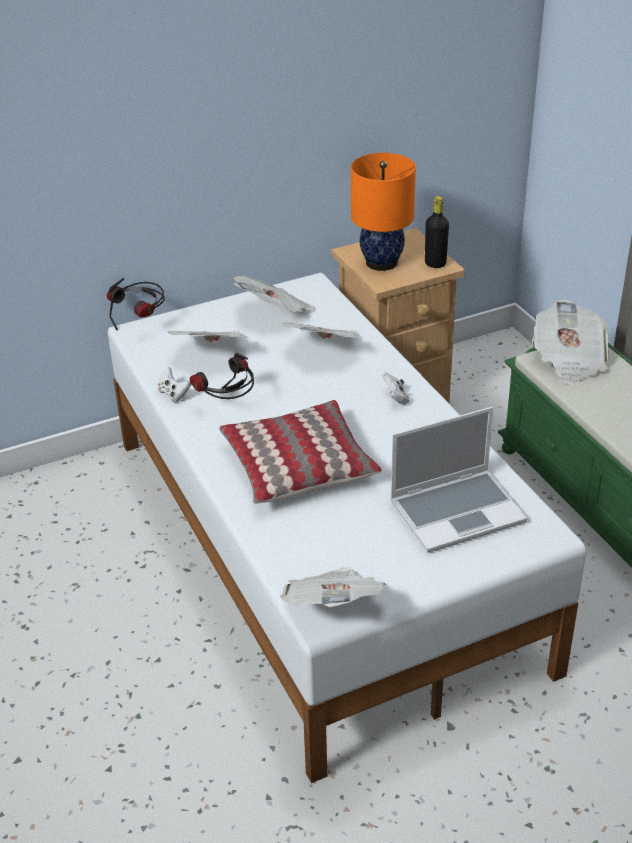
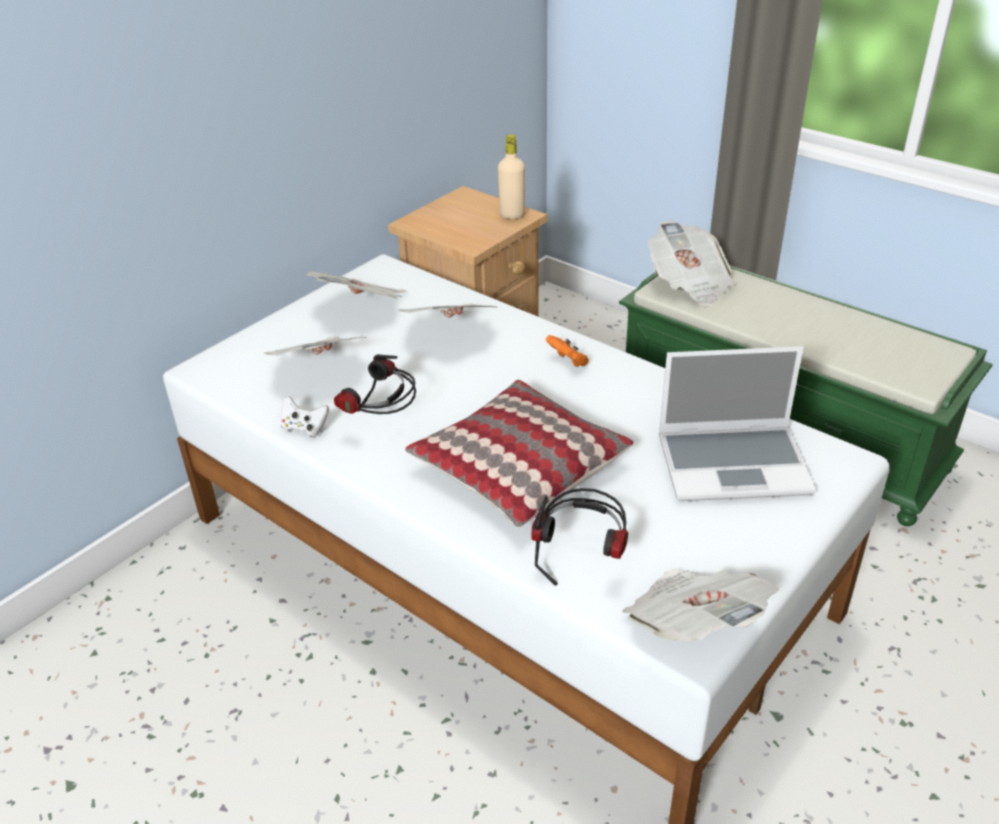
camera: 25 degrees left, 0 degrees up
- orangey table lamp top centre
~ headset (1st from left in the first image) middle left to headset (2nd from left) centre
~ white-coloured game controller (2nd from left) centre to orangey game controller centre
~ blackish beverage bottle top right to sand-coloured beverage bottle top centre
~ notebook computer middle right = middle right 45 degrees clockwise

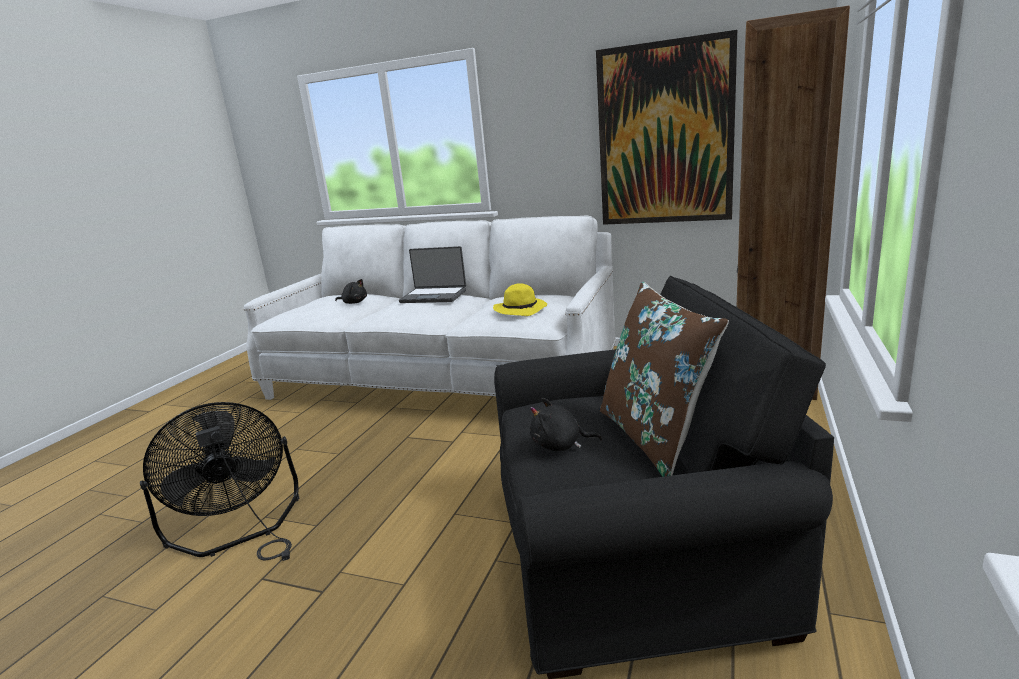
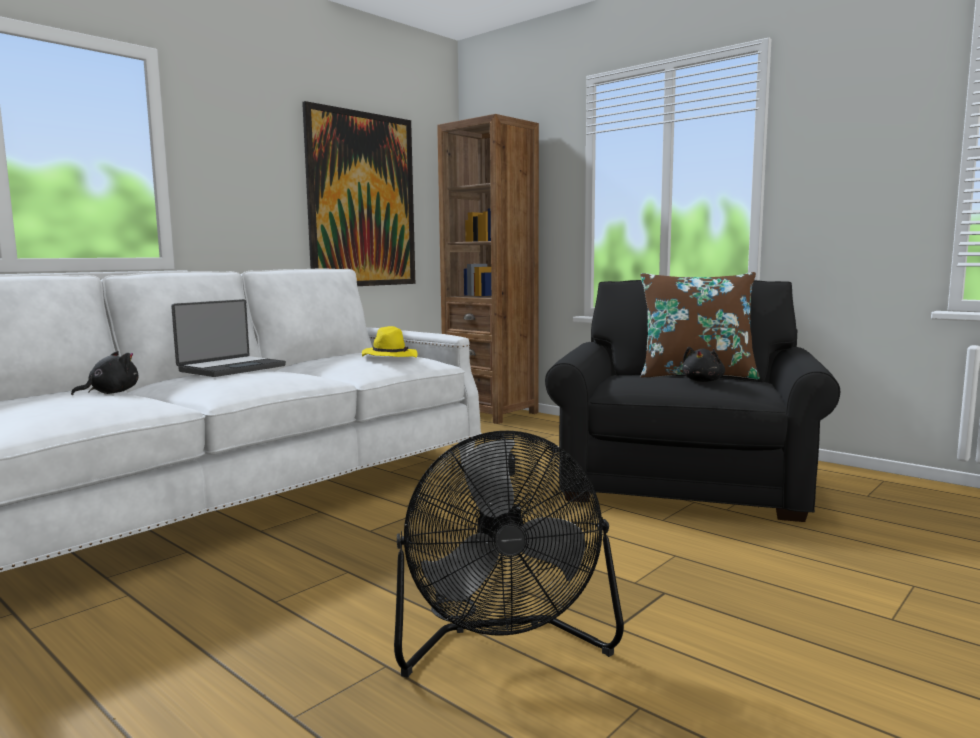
camera: 70 degrees left, 10 degrees down
~ blackish cooling fan bottom left = bottom centre 90 degrees counterclockwise

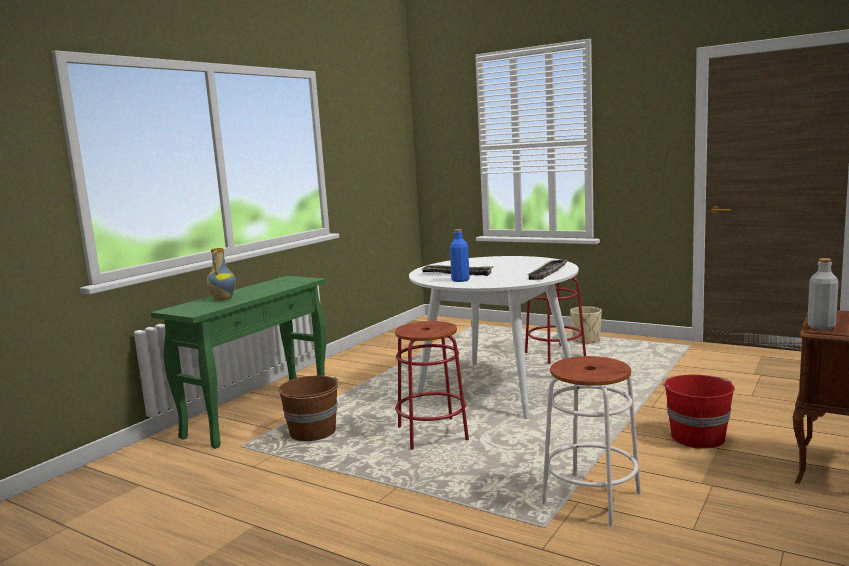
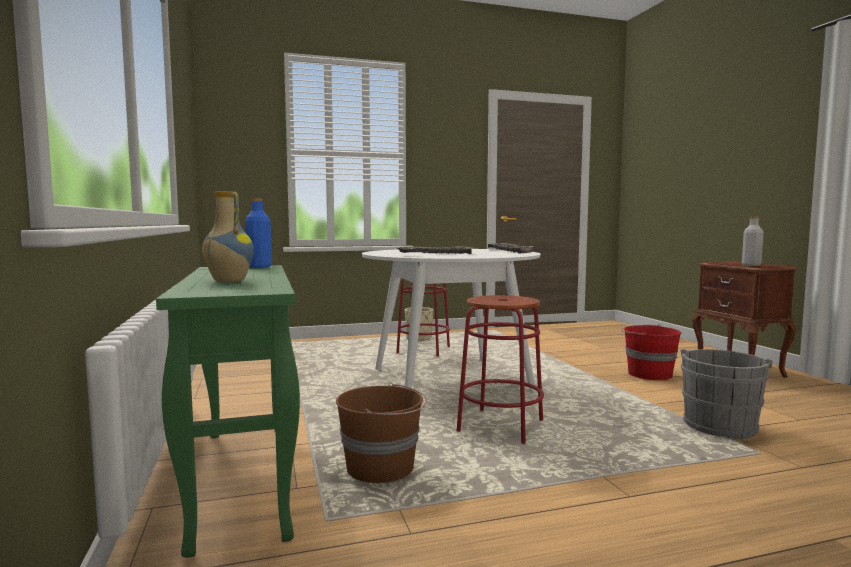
camera: 50 degrees left, 5 degrees down
~ bluish beverage bottle centre to middle left
~ white-coloured stool seat bottom right to grey bucket bottom right

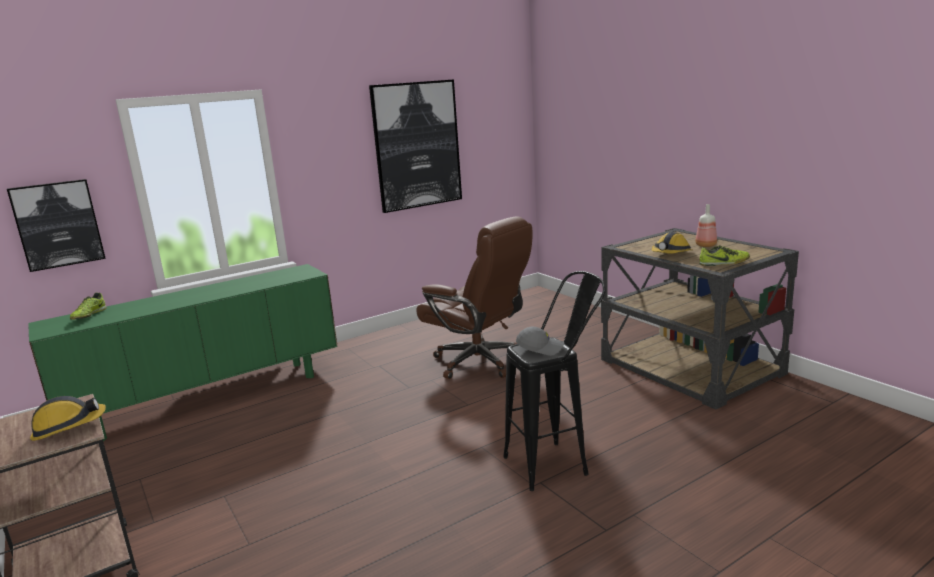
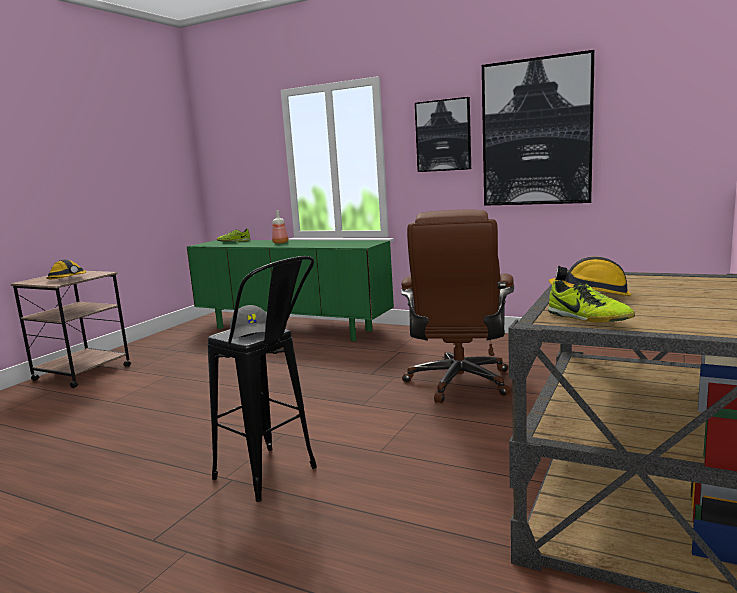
camera: 60 degrees right, 5 degrees down
~ wall picture (1st from left) middle left to top centre
~ beverage bottle middle right to centre

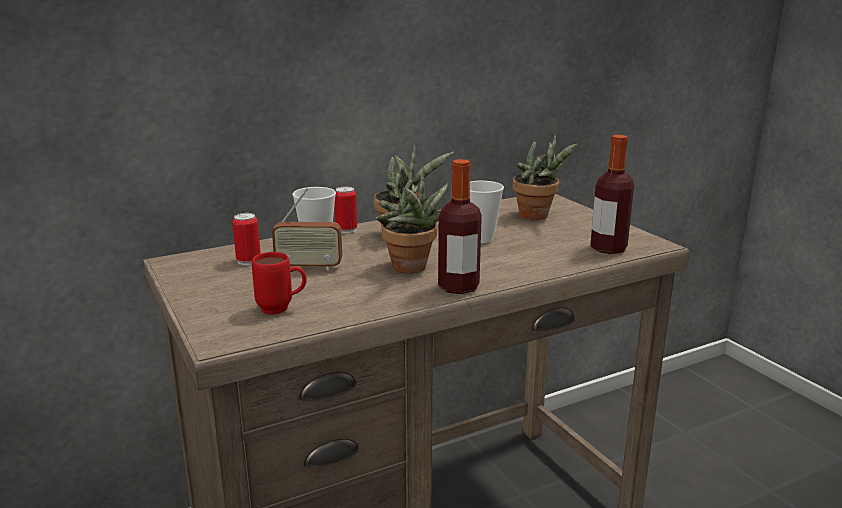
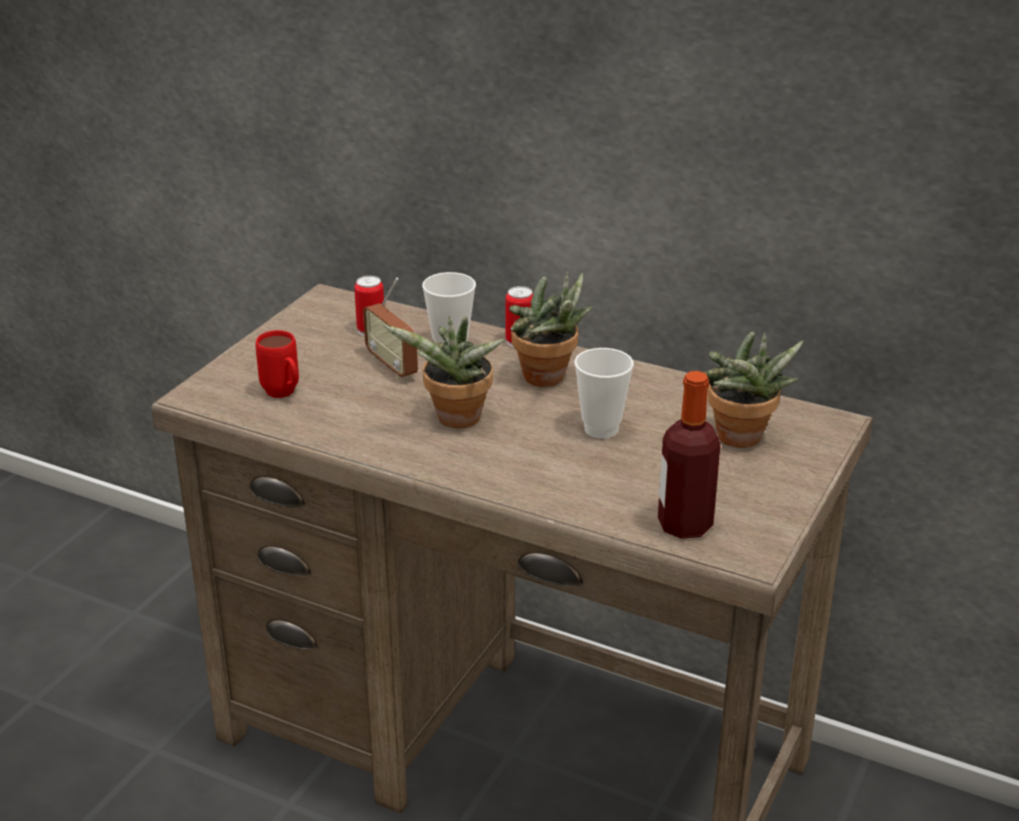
camera: 55 degrees right, 10 degrees up
- beverage bottle (1st from left) centre

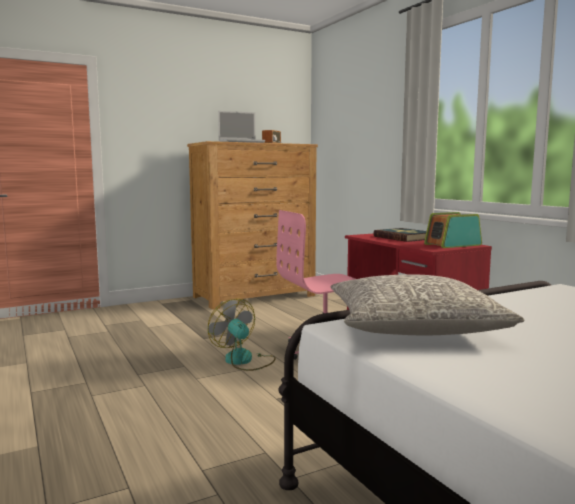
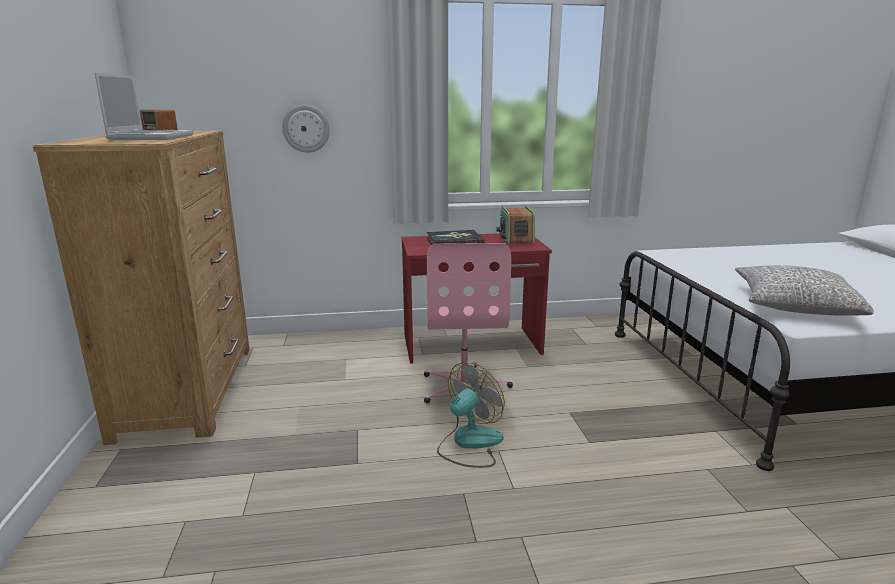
camera: 70 degrees left, 10 degrees up
+ hanging clock top centre
~ cooling fan centre = bottom centre 150 degrees clockwise

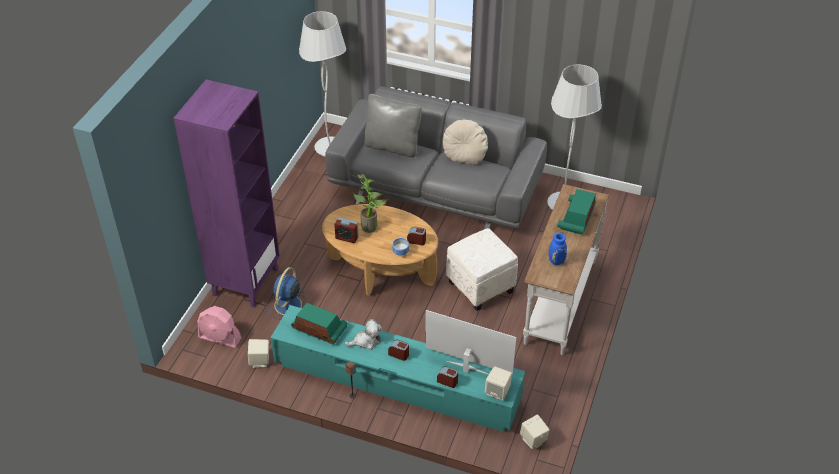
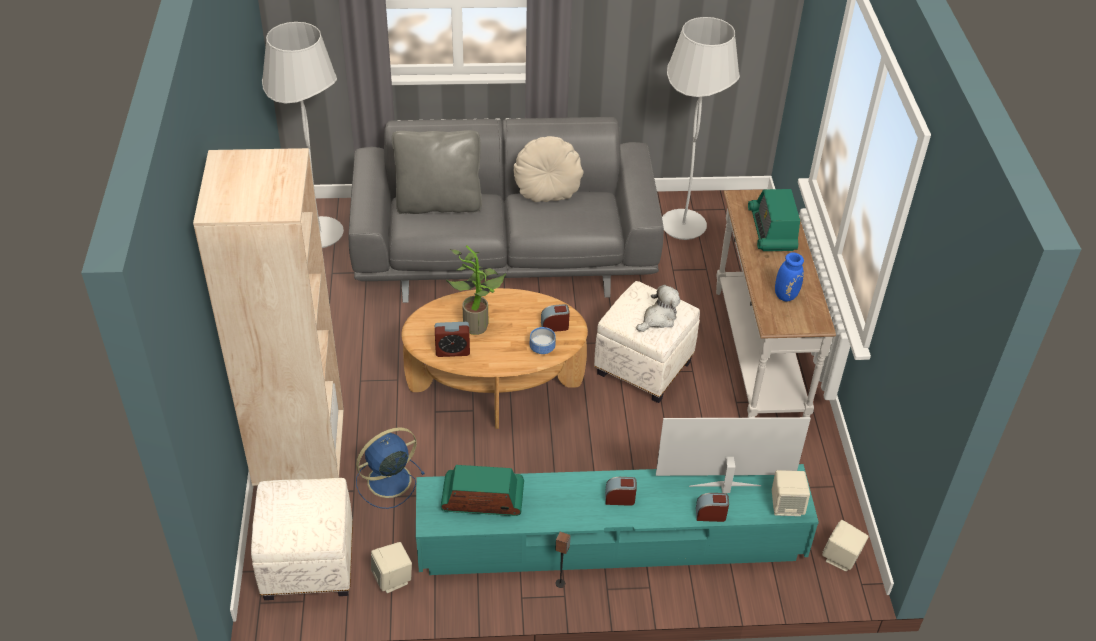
camera: 25 degrees left, 0 degrees up
~ soft toy bottom centre to centre
~ pinkish cooling fan bottom left to white-coloured ottoman (1st from left) bottom left
~ purple-coloured shelving unit middle left to sand-coloured shelving unit middle left
~ bluish cooling fan centre = bottom centre 60 degrees clockwise

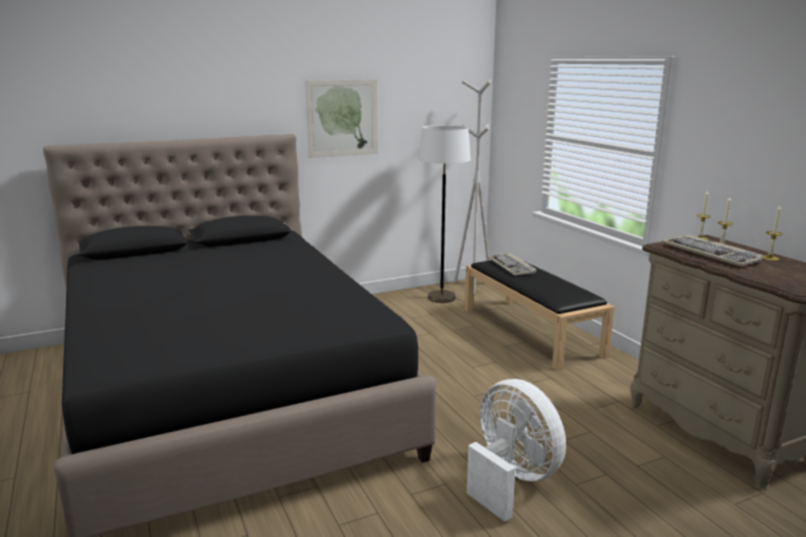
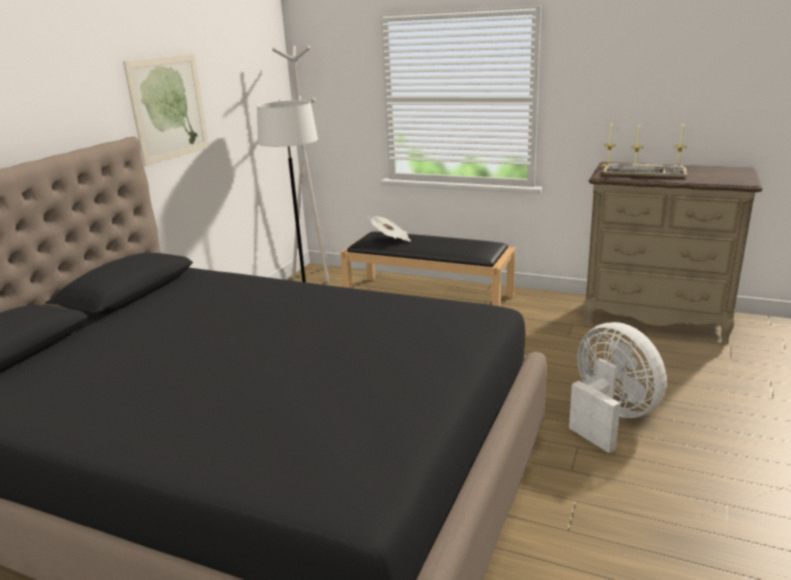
camera: 40 degrees left, 5 degrees up
~ PC keyboard (1st from left) centre to newspaper centre
~ white-coloured cooling fan bottom centre = bottom right 45 degrees clockwise

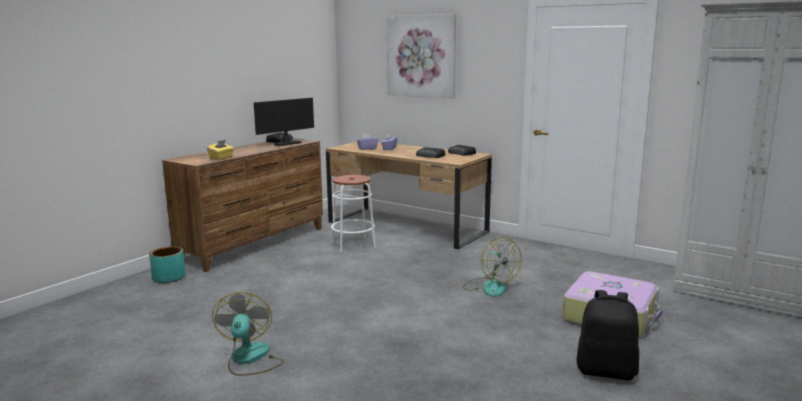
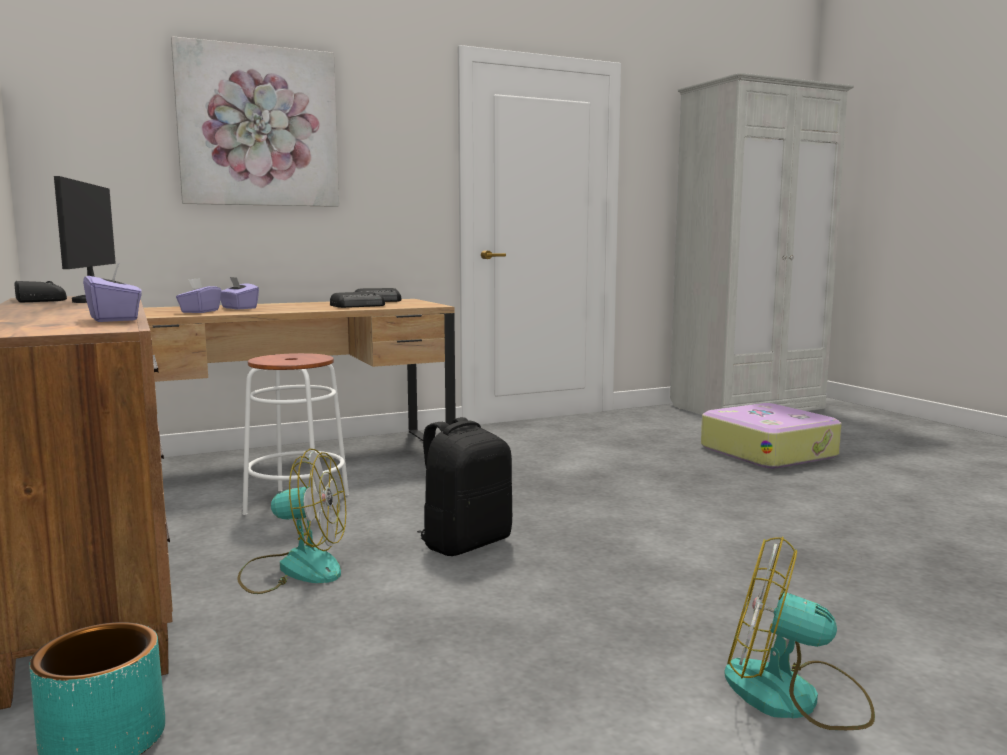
camera: 60 degrees left, 5 degrees down
~ cooling fan (2nd from left in the first image) centre to cooling fan (1st from left) bottom left
~ blackish backpack bottom right to centre
~ yellow-coloured box of tissues middle left to purple-coloured box of tissues (1st from left) middle left

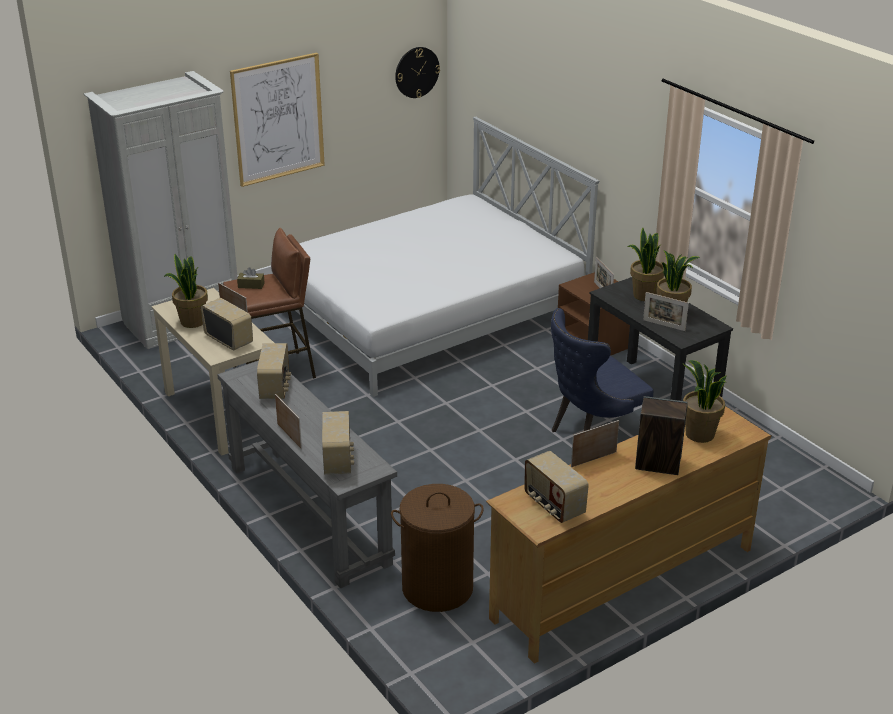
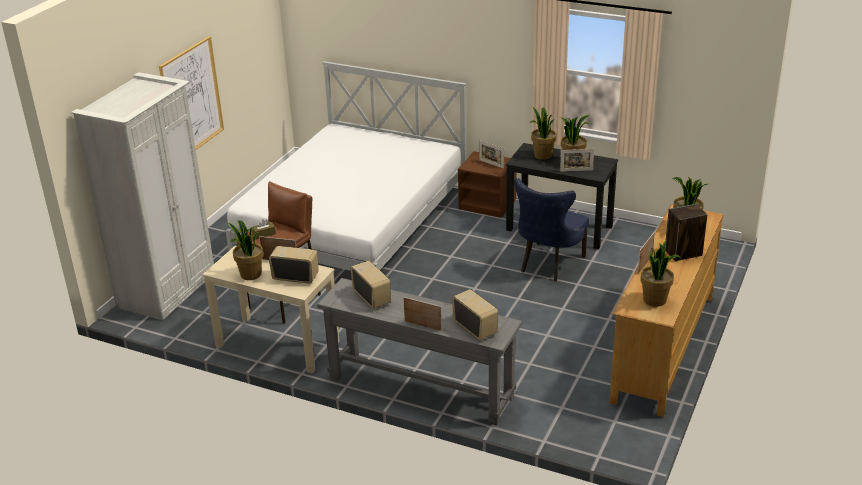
camera: 30 degrees left, 0 degrees up
- brown-coloured laundry basket bottom centre
- hanging clock top centre
~ radio receiver (4th from left) bottom centre to potted plant (4th from left) middle right

